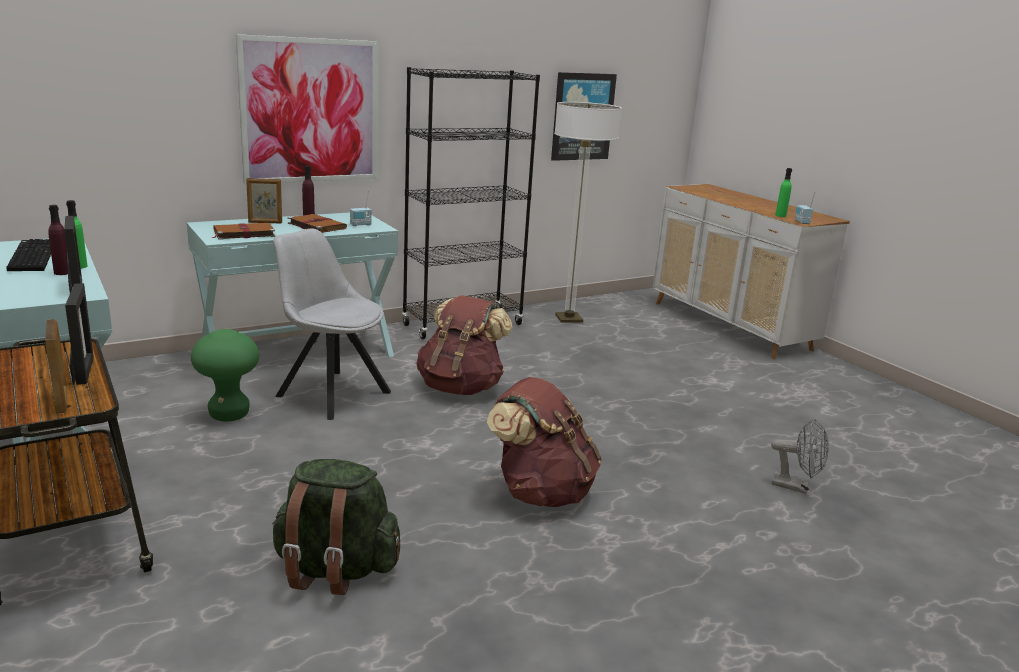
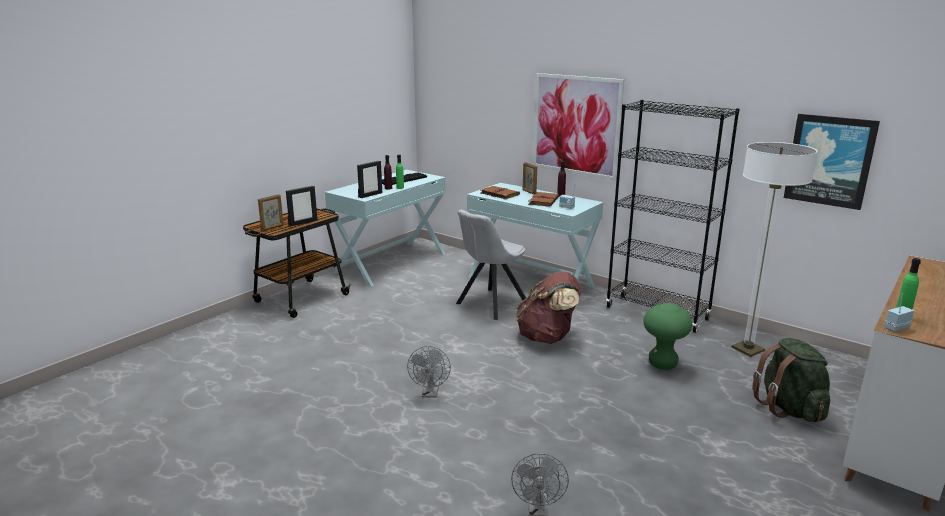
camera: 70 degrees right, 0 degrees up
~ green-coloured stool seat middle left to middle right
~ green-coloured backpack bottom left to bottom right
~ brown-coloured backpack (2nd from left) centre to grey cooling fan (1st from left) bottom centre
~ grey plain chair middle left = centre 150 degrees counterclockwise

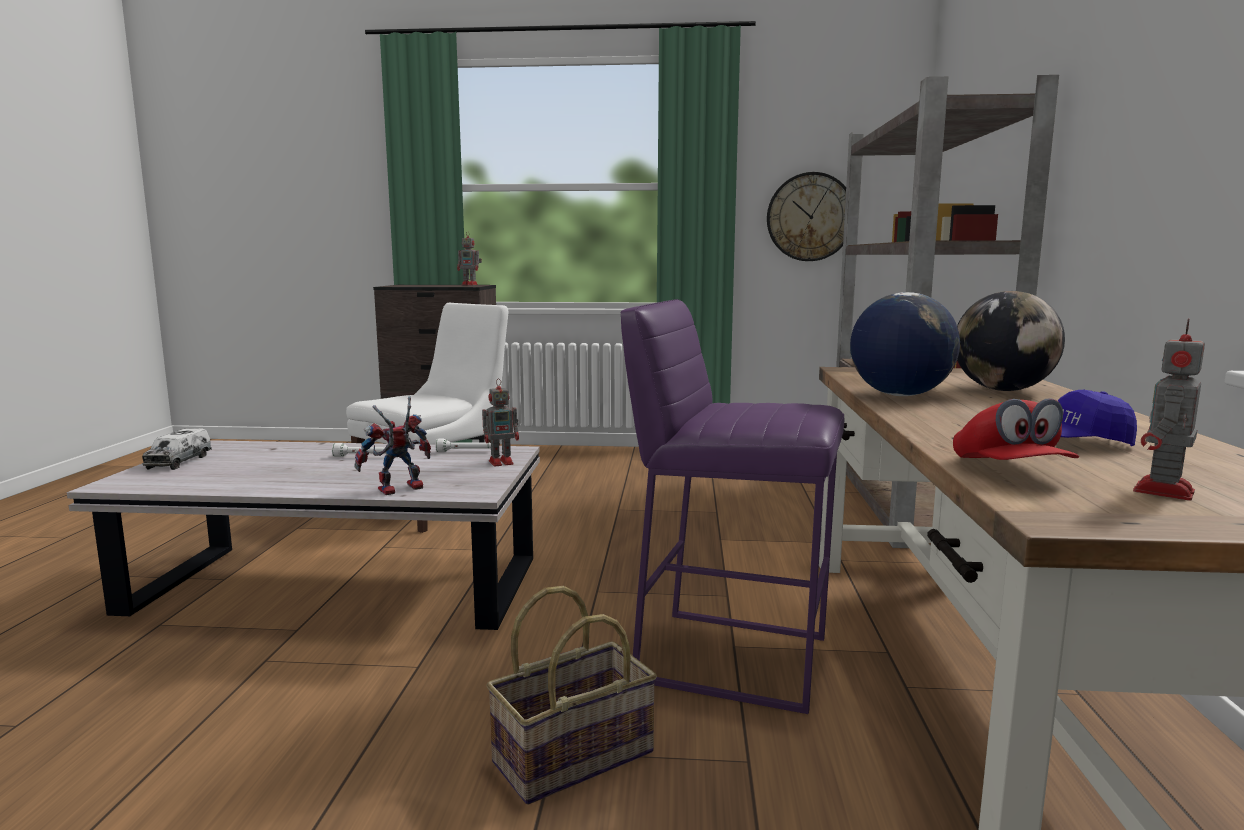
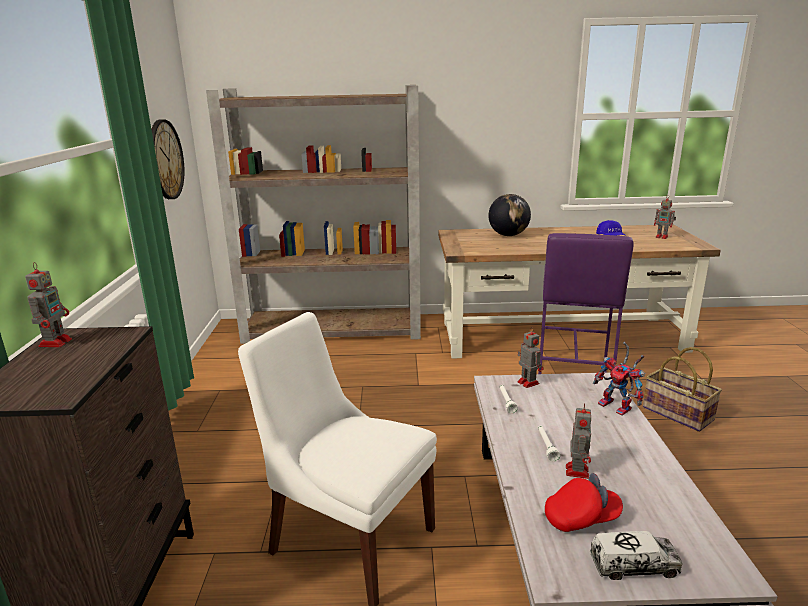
camera: 95 degrees left, 10 degrees up
- globe (1st from left) middle right
+ robot figure (3rd from left) bottom right
~ red-coloured peaked cap middle right to bottom right

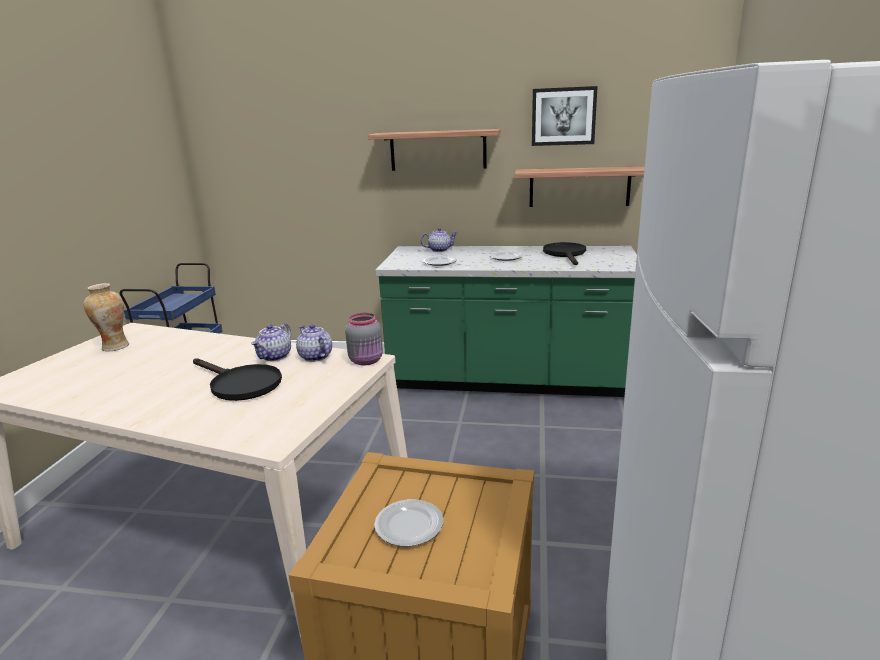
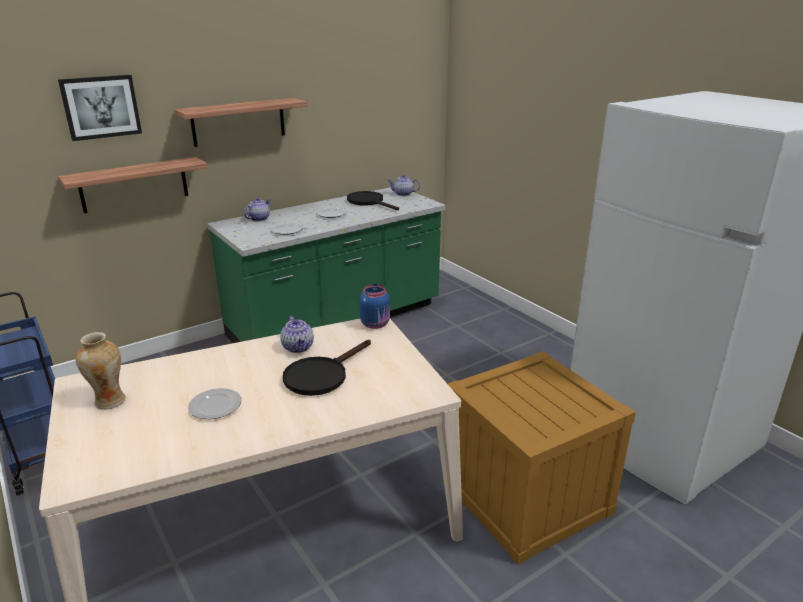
camera: 45 degrees left, 5 degrees up
~ teapot (2nd from left in the first image) centre to teapot (3rd from left) top centre
~ plate (1st from left) bottom centre to bottom left
~ wall shelf (2nd from left in the first image) top centre to wall shelf (1st from left) top left
~ wall picture top centre to top left
~ grey jar centre to bluish jar centre
~ blackish frying pan (1st from left) middle left = centre 135 degrees clockwise

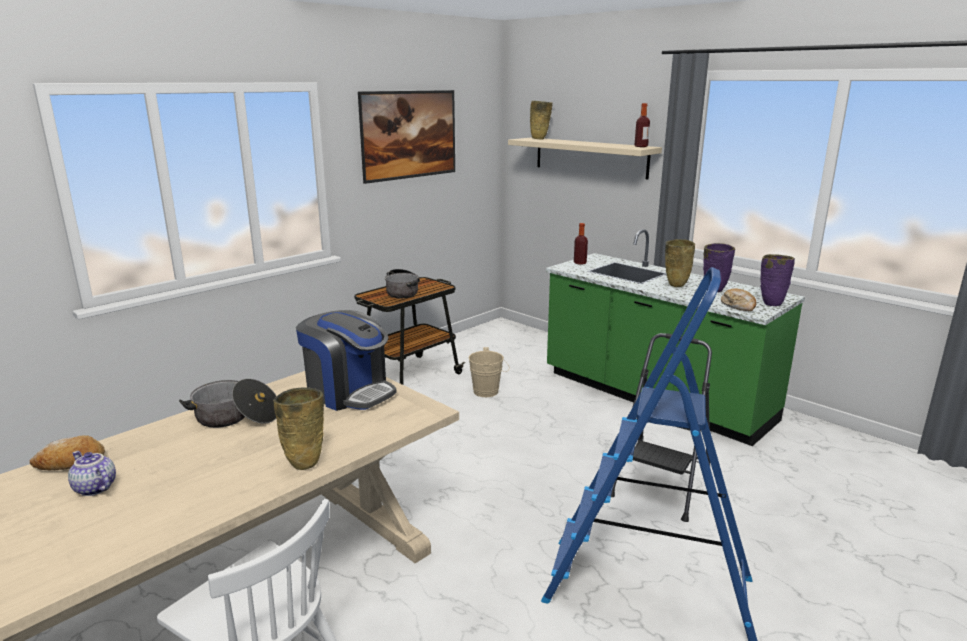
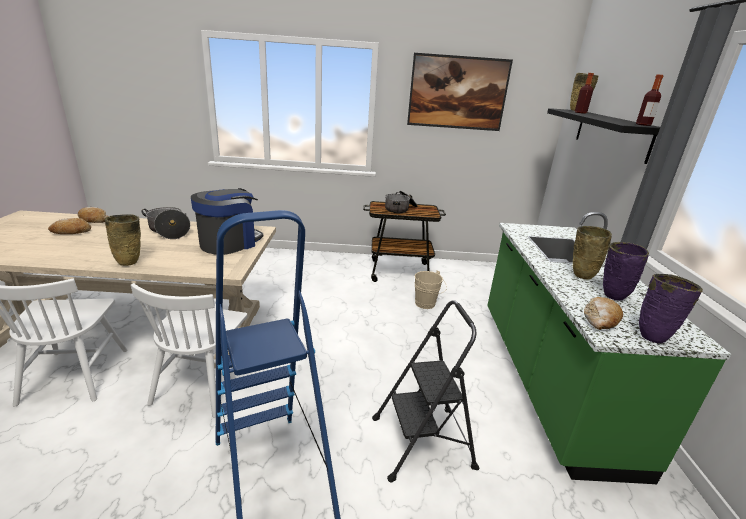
camera: 45 degrees right, 5 degrees up
+ white-coloured plain chair (2nd from left) bottom left
~ beverage bottle (1st from left) centre to top right
~ teapot bottom left to bakery bread (1st from left) middle left
~ sand-coloured wall shelf top centre to blackish wall shelf top right
~ coffee machine centre = middle left 135 degrees counterclockwise

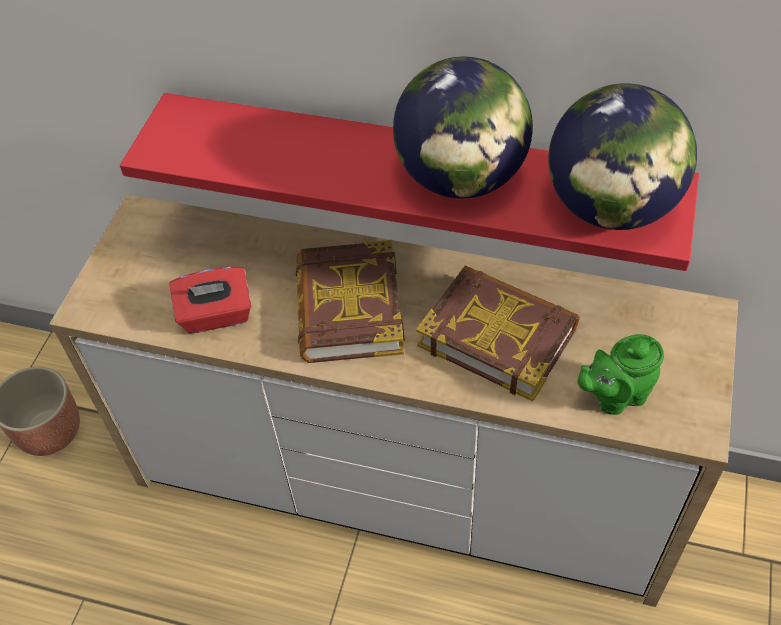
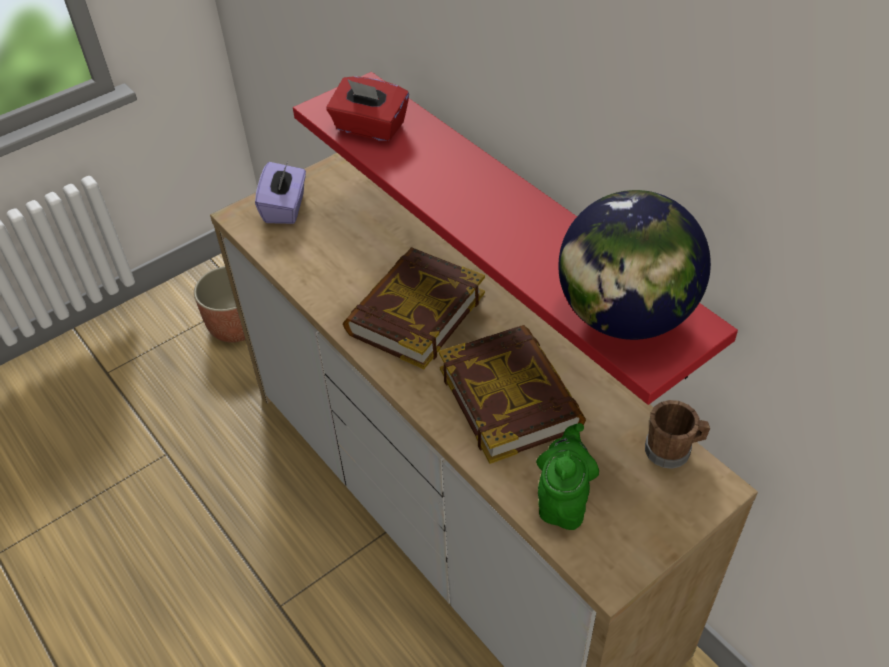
camera: 35 degrees right, 5 degrees down
- globe (1st from left) top centre
+ purple-coloured box of tissues top left
+ brown-coloured mug middle right
~ red-coloured box of tissues middle left to top centre
~ green-coloured teapot middle right = bottom centre 90 degrees clockwise

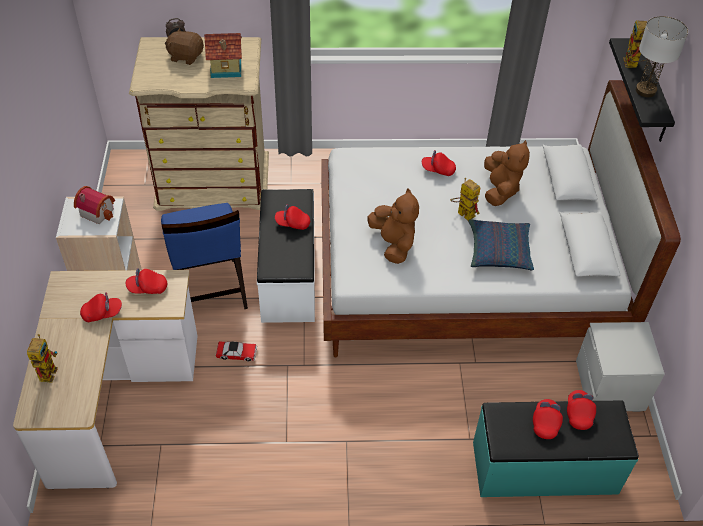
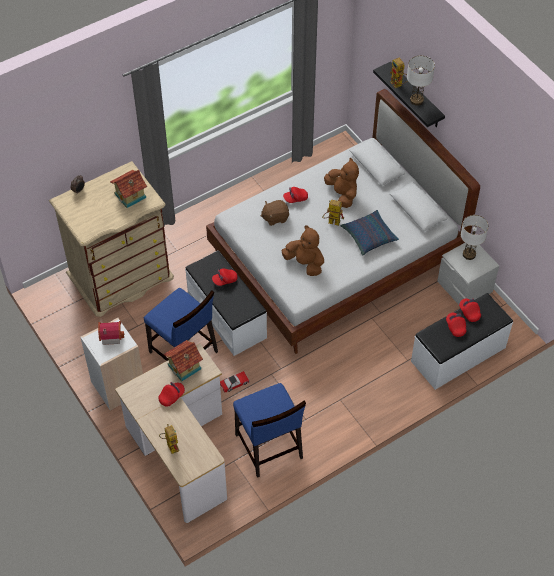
camera: 30 degrees left, 5 degrees up
+ bluish plain chair (2nd from left) bottom centre
+ table lamp (2nd from left) middle right
~ brown-coloured soft toy (1st from left) top left to centre
~ red-coloured peaked cap (2nd from left) middle left to toy house (3rd from left) middle left
~ turquoise-coloured long seat bottom right to white-coloured long seat (2nd from left) middle right

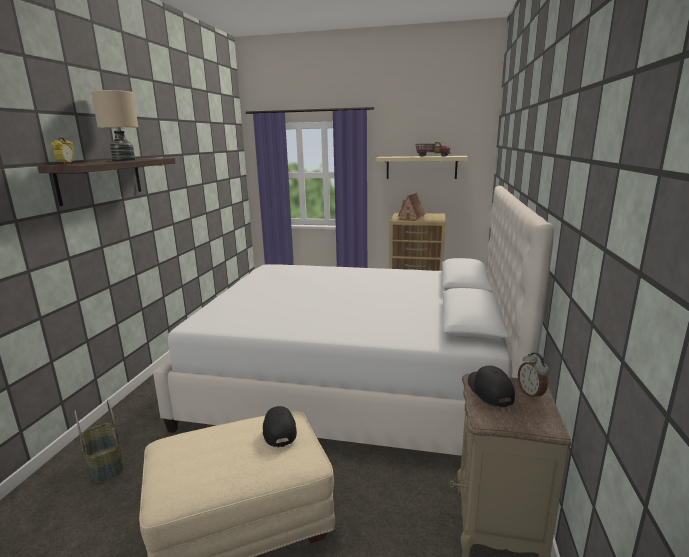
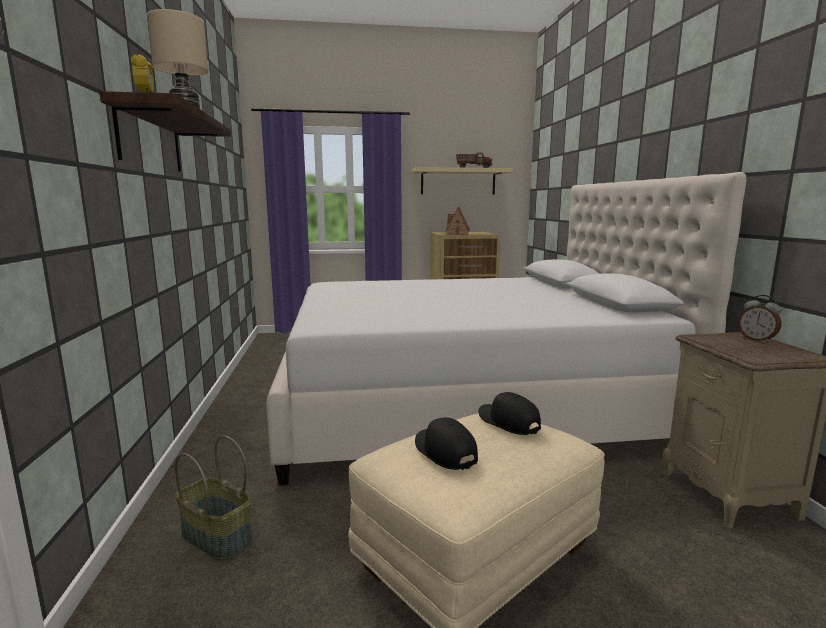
camera: 20 degrees left, 5 degrees down
~ blackish peaked cap (2nd from left in the first image) bottom right to blackish peaked cap (1st from left) bottom centre

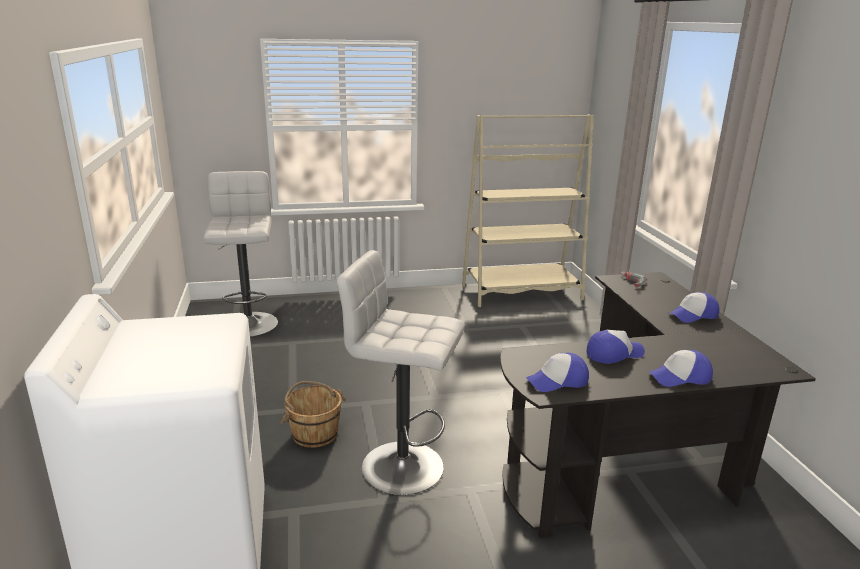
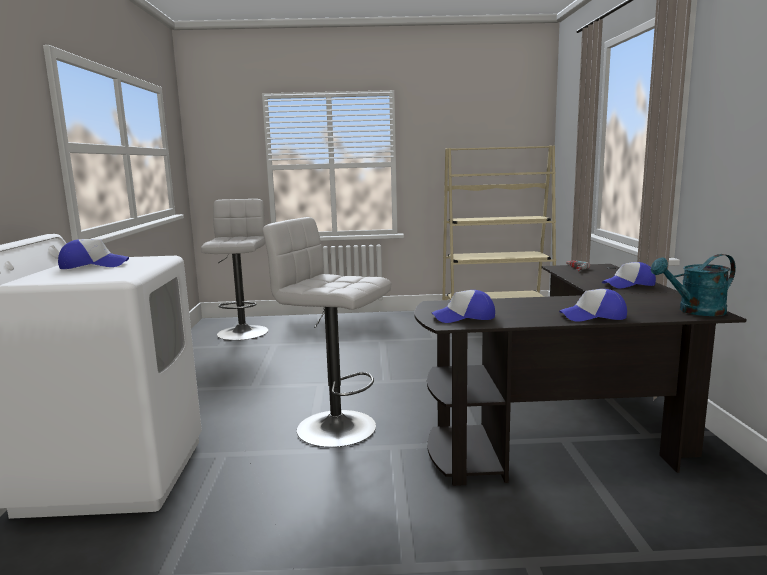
camera: 10 degrees right, 10 degrees down
- brown-coloured bucket bottom centre
+ turquoise-coloured sprinkling can middle right
~ peaked cap (2nd from left in the first image) middle right to peaked cap (1st from left) middle left

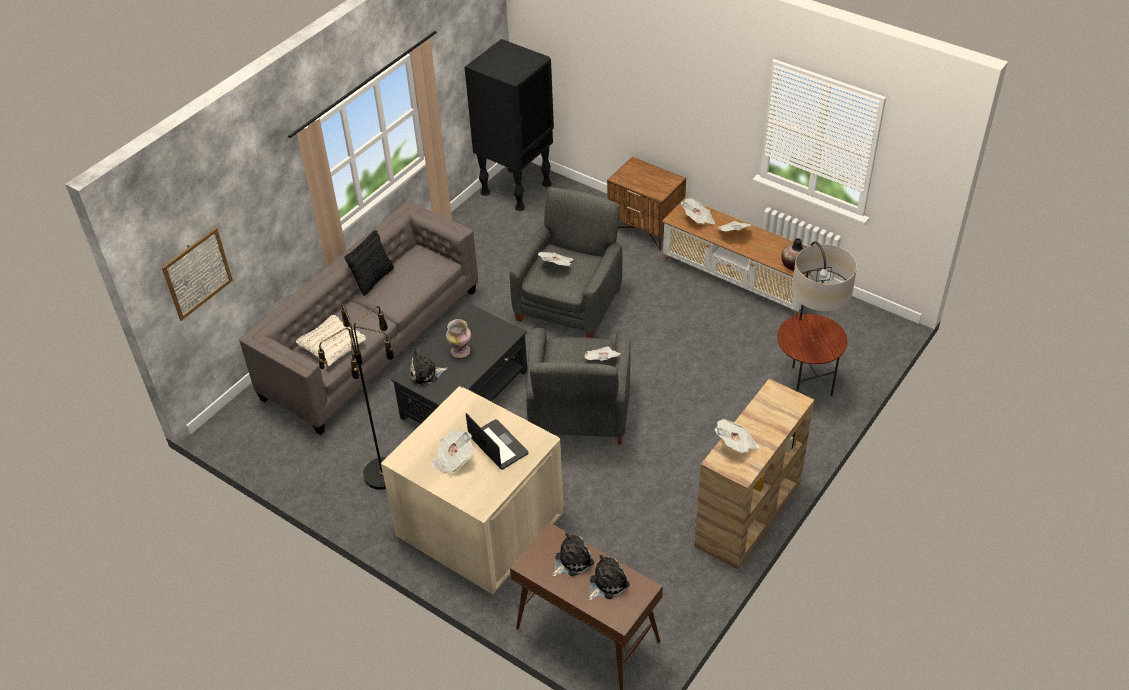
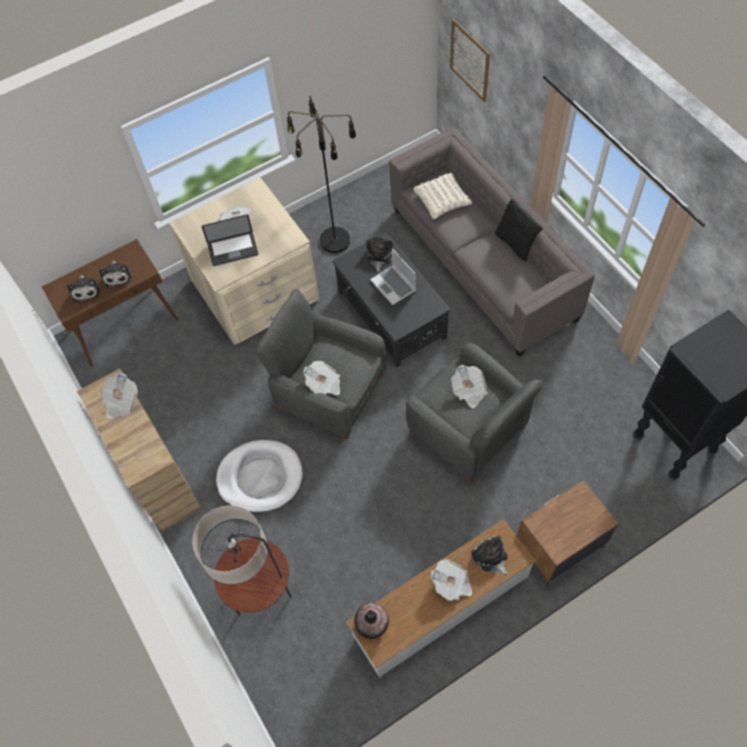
camera: 115 degrees right, 15 degrees up
+ white-coloured dog bed centre
~ vase (1st from left) centre to notebook computer (2nd from left) centre
~ newspaper (4th from left) top centre to soft toy (4th from left) bottom centre

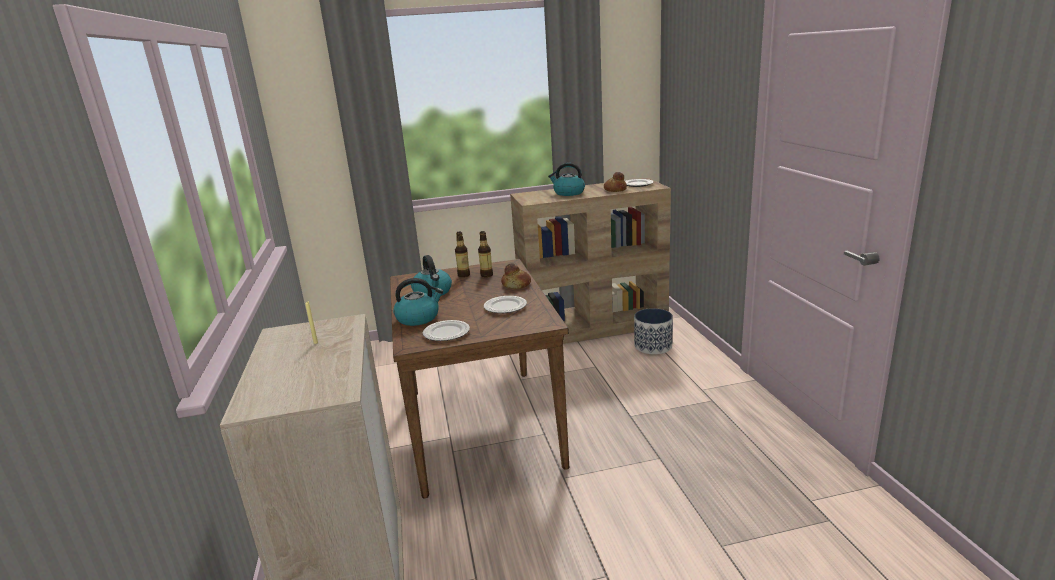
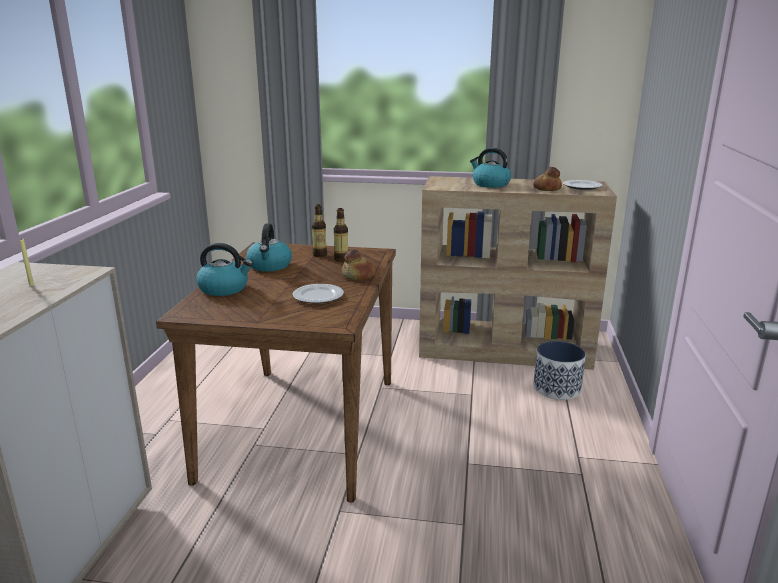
camera: 20 degrees right, 0 degrees up
- plate (1st from left) centre

